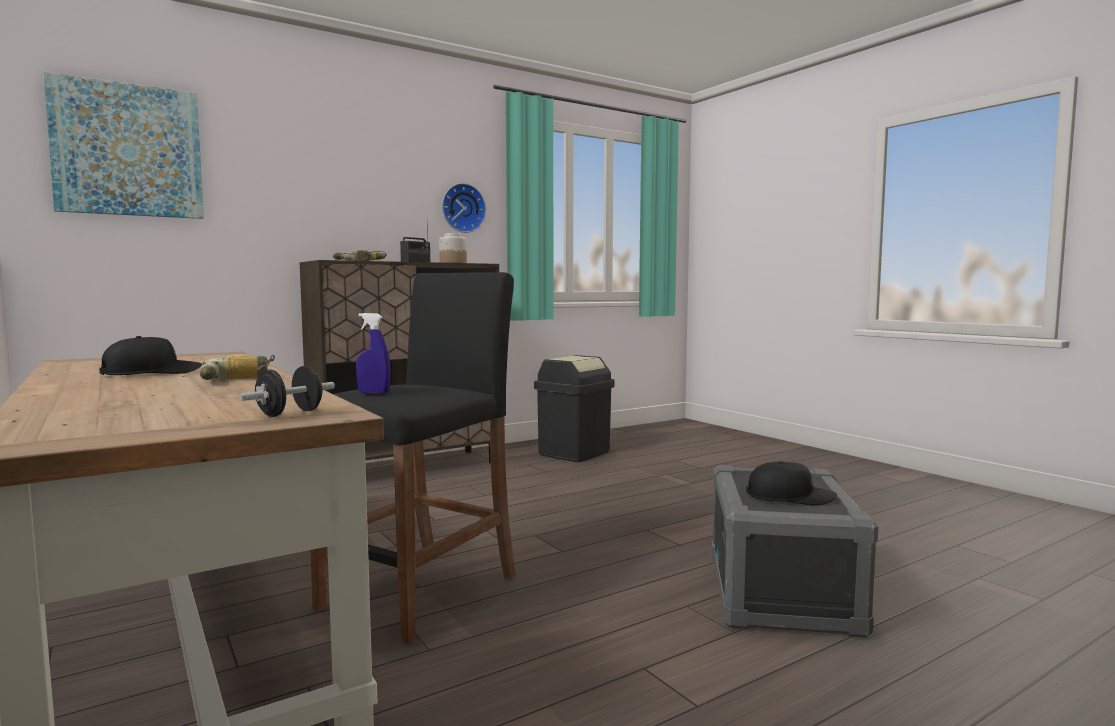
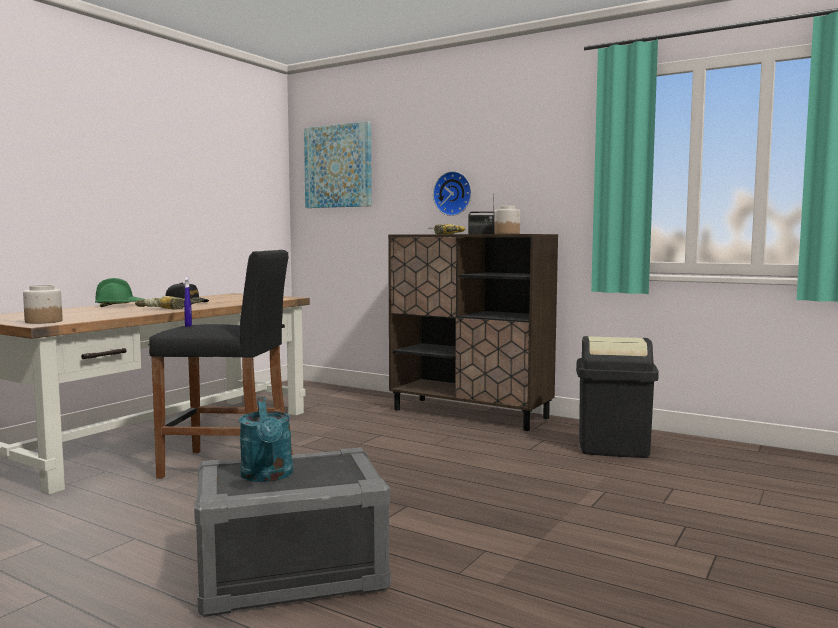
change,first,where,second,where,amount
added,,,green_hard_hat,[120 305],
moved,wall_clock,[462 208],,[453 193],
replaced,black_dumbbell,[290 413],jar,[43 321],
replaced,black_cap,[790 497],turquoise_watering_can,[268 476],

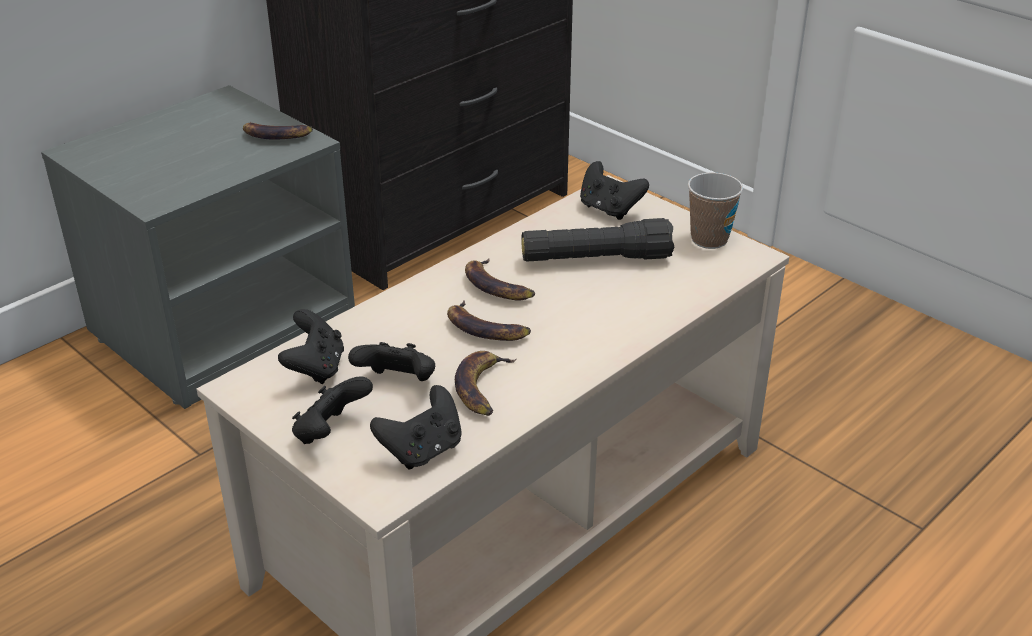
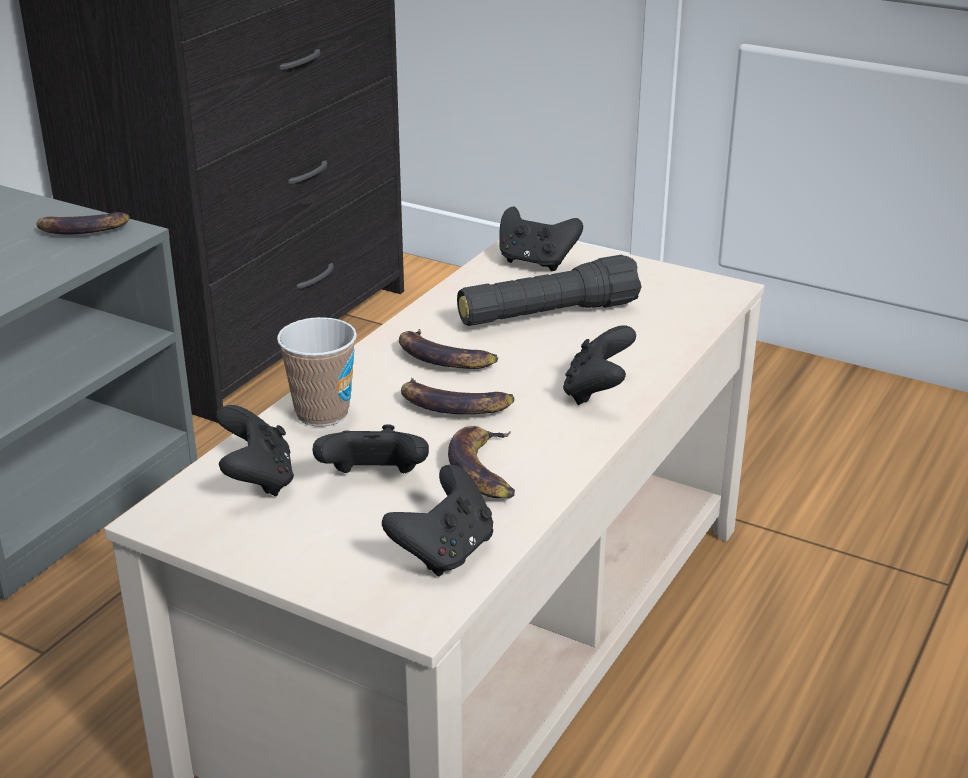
change,first,where,second,where,amount
moved,black_game_controller,[331 432],,[597 392],
moved,cup,[709 239],,[322 413],

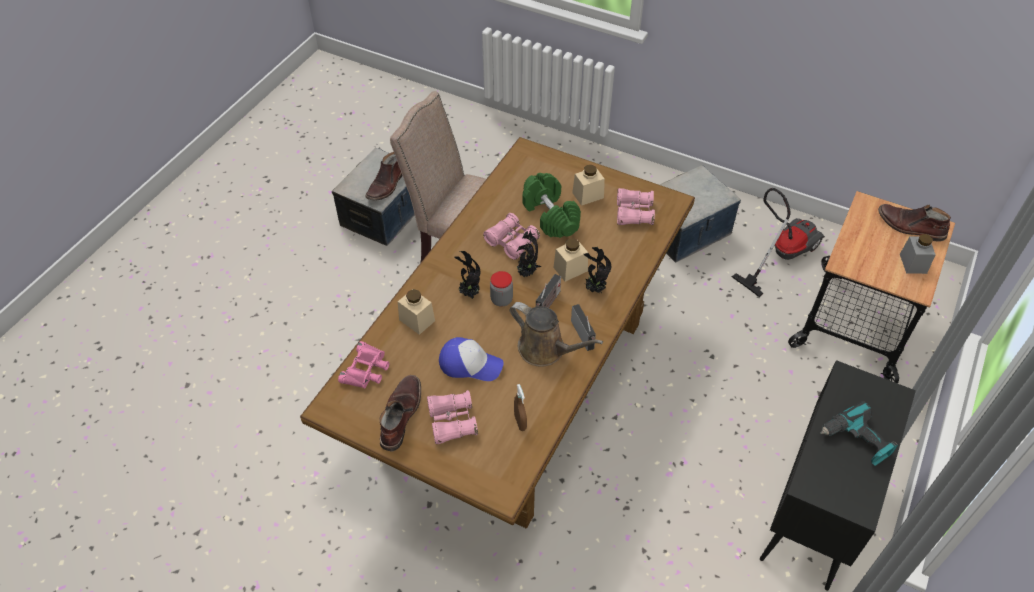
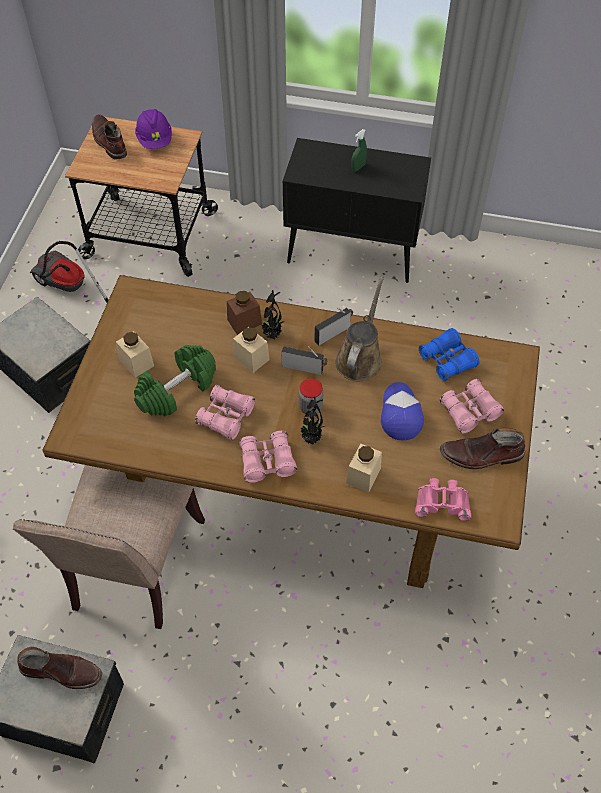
change,first,where,second,where,amount
removed,potted_plant,[526 273],,,
added,,,brown_jar,[244 321],
moved,pink_binoculars,[634 213],,[267 462],
replaced,brown_spray_bottle,[520 422],blue_binoculars,[447 360],
replaced,power_drill,[856 441],green_spray_bottle,[358 167],
replaced,grey_jar,[913 263],purple_hard_hat,[155 140],
turned,brown_boot,[910 227],,[108 141],135 degrees clockwise

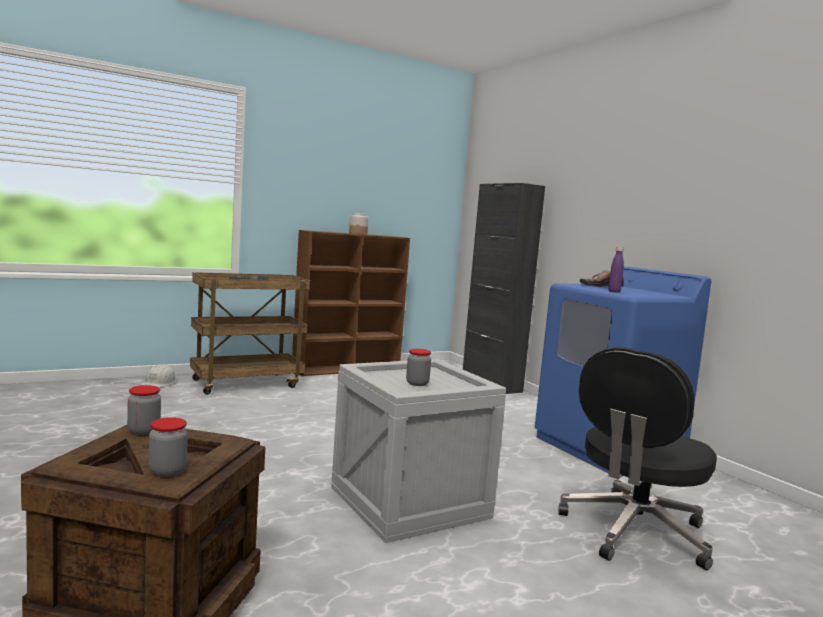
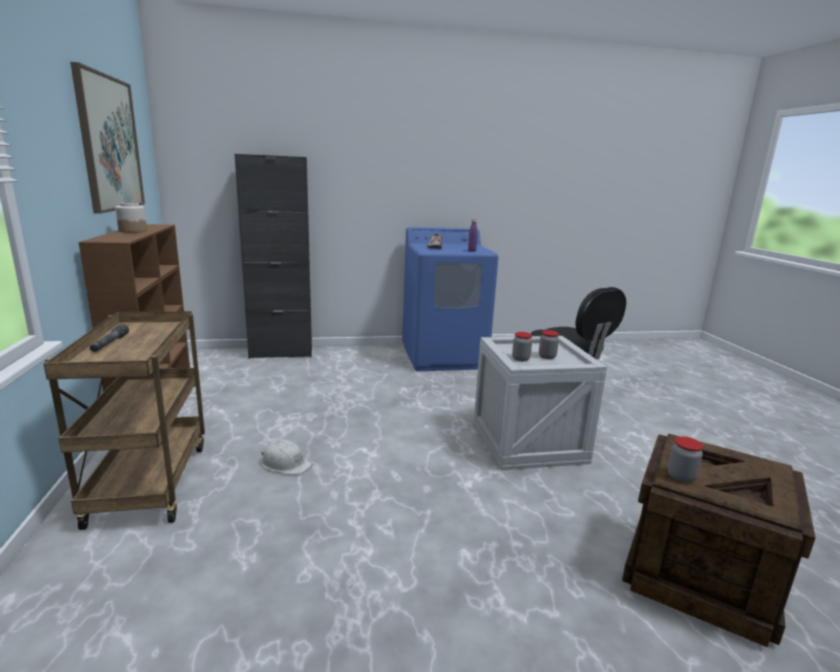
change,first,where,second,where,amount
added,,,picture,[110 143],
moved,white_hard_hat,[159 383],,[285 463],
moved,jar,[167 471],,[520 359],

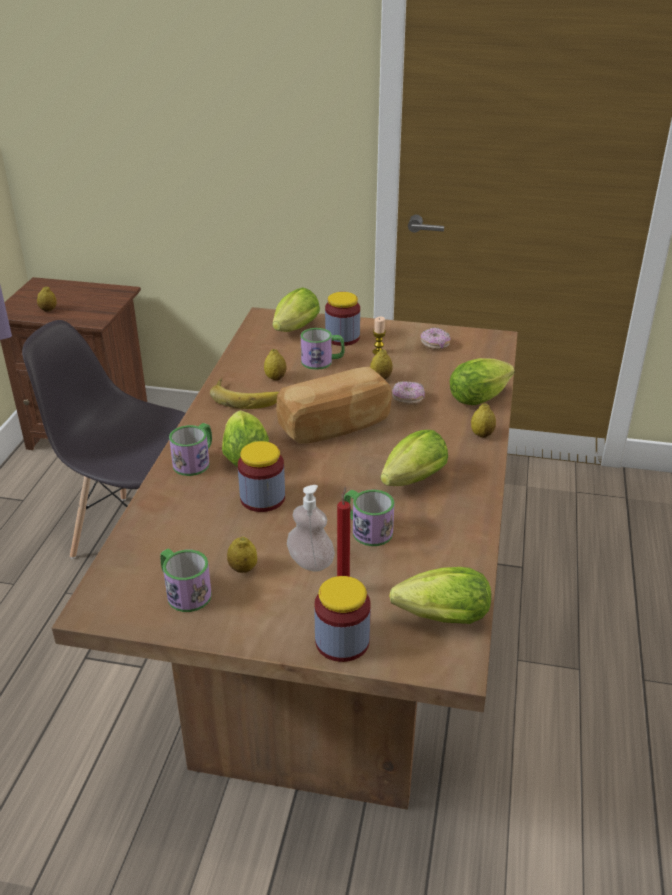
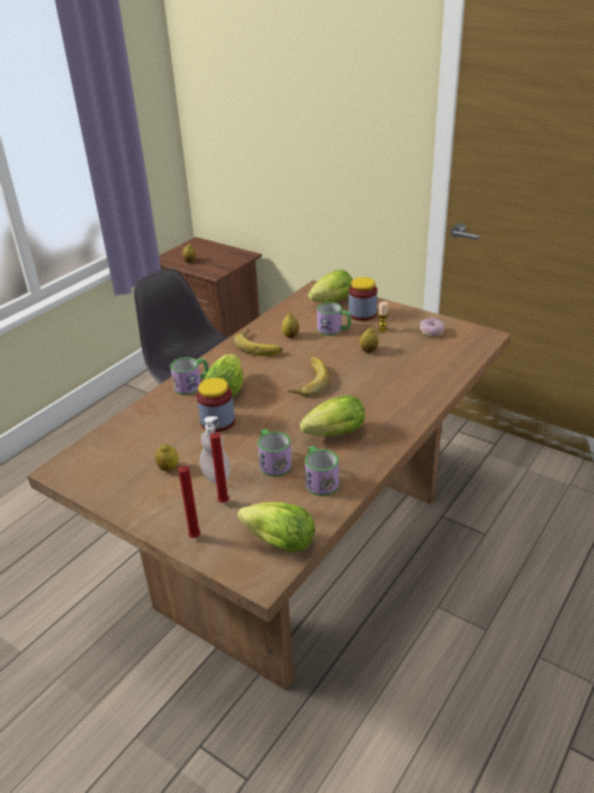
change,first,where,second,where,amount
removed,donut,[407 399],,,
removed,lettuce,[481 397],,,
removed,lemon,[482 434],,,
moved,mug,[184 592],,[319 480],
replaced,bread,[336 426],banana,[307 380],
replaced,jar,[342 642],red_candle,[196 538],

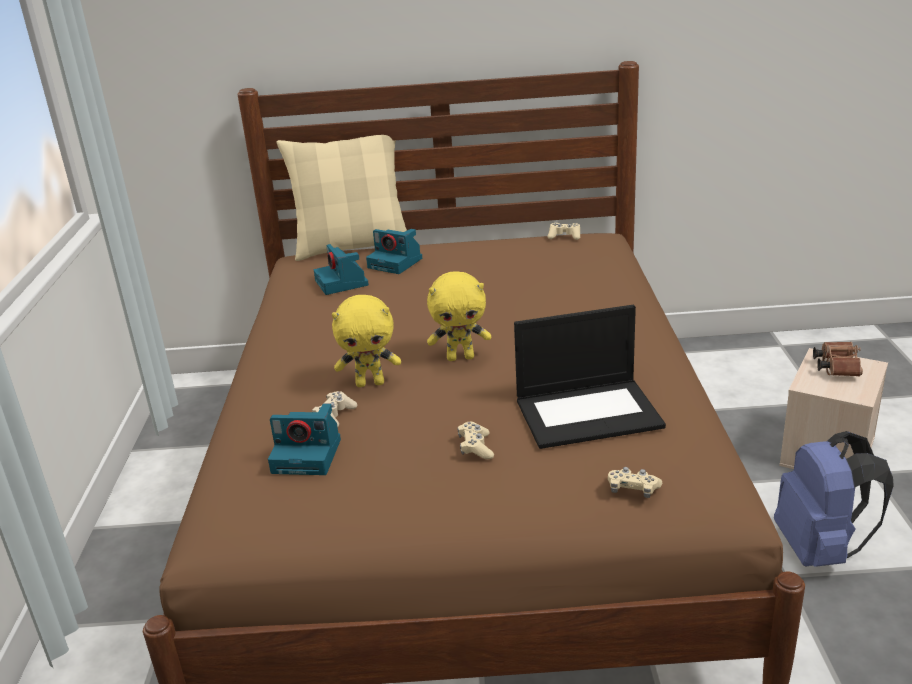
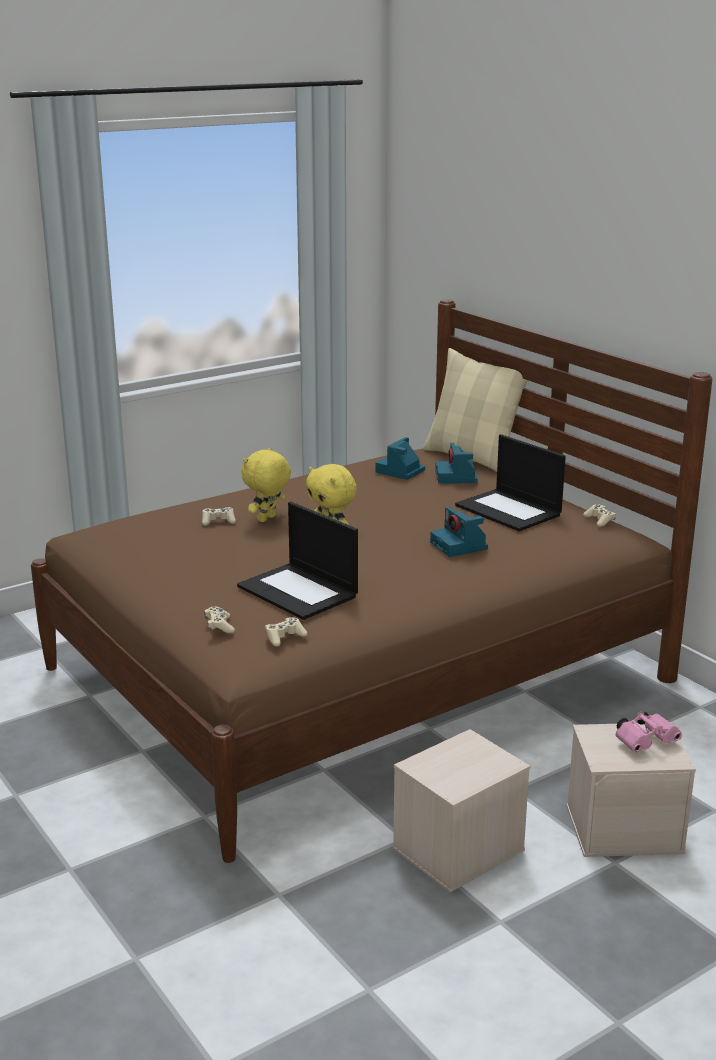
change,first,where,second,where,amount
added,,,laptop,[509 510],
moved,photo_camera,[308 455],,[460 546],
moved,beige_game_controller,[475 448],,[284 637],
replaced,blue_backpack,[820 549],beige_storage_box,[458 850],
recoloured,brown_binoculars,[836 367],pink_binoculars,[647 742],
turned,yellow_plush_toy,[370 383],,[267 519],75 degrees clockwise

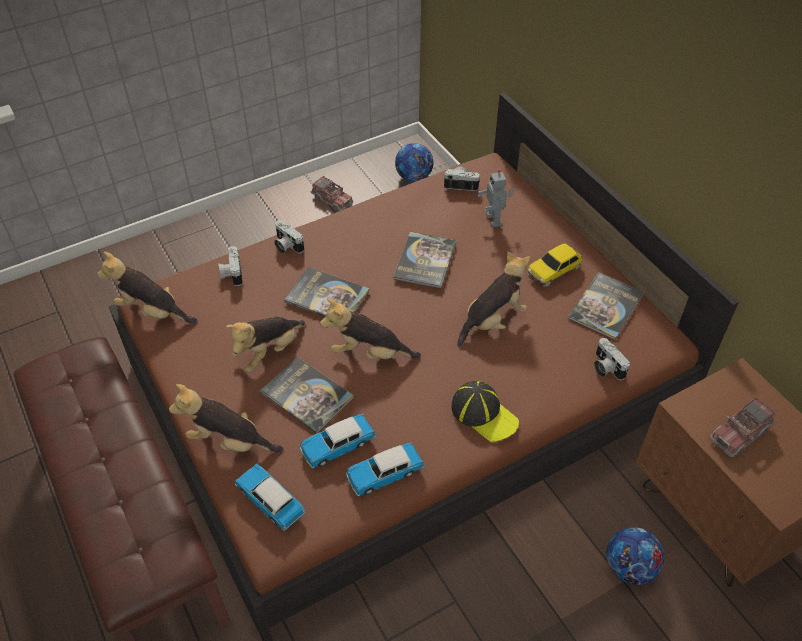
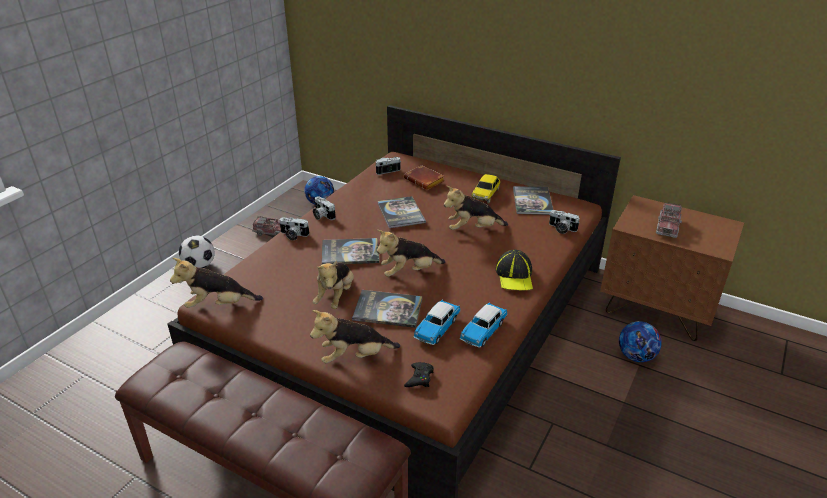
change,first,where,second,where,amount
added,,,football,[199 266],
moved,photo_camera,[231 273],,[322 215],
replaced,toy_car,[270 501],black_game_controller,[419 378],
replaced,toy_robot,[495 220],brown_book,[425 181],
turned,cap,[484 414],,[515 276],75 degrees clockwise
turned,plush_toy,[492 320],,[473 229],120 degrees counterclockwise

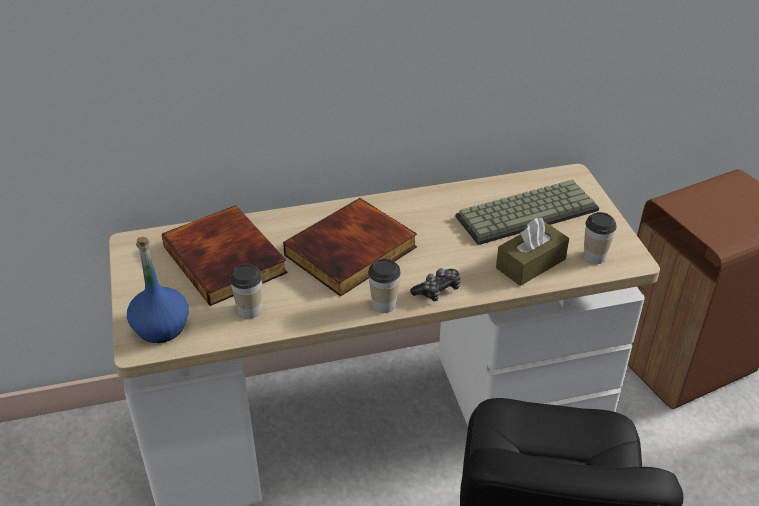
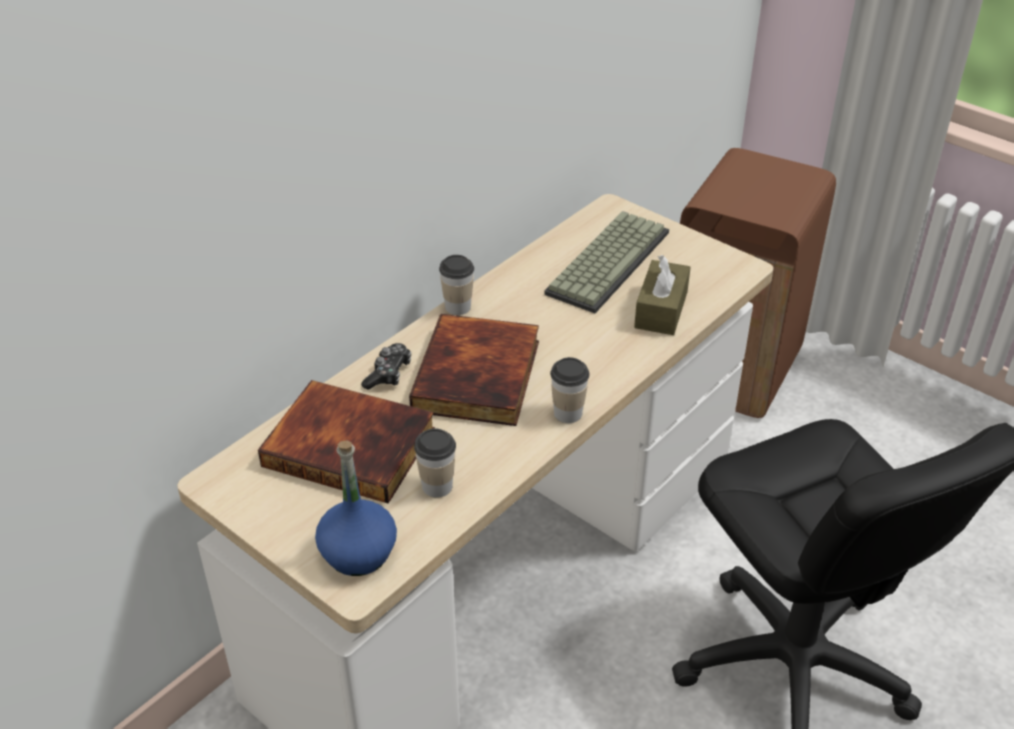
change,first,where,second,where,amount
moved,game_controller,[437 290],,[388 374],
moved,cup,[594 256],,[458 307],

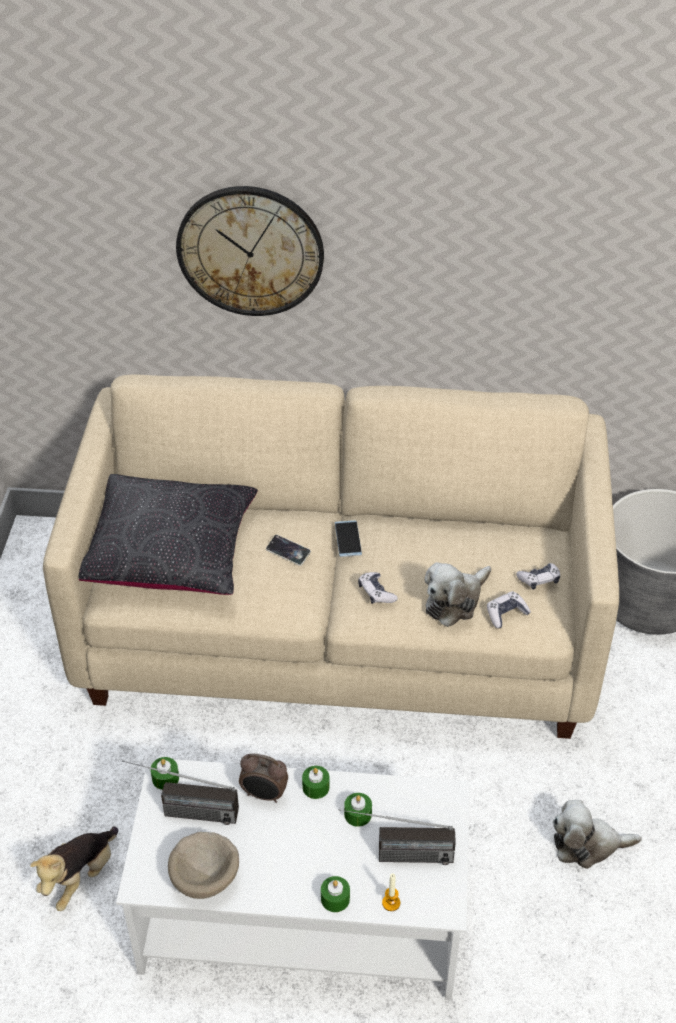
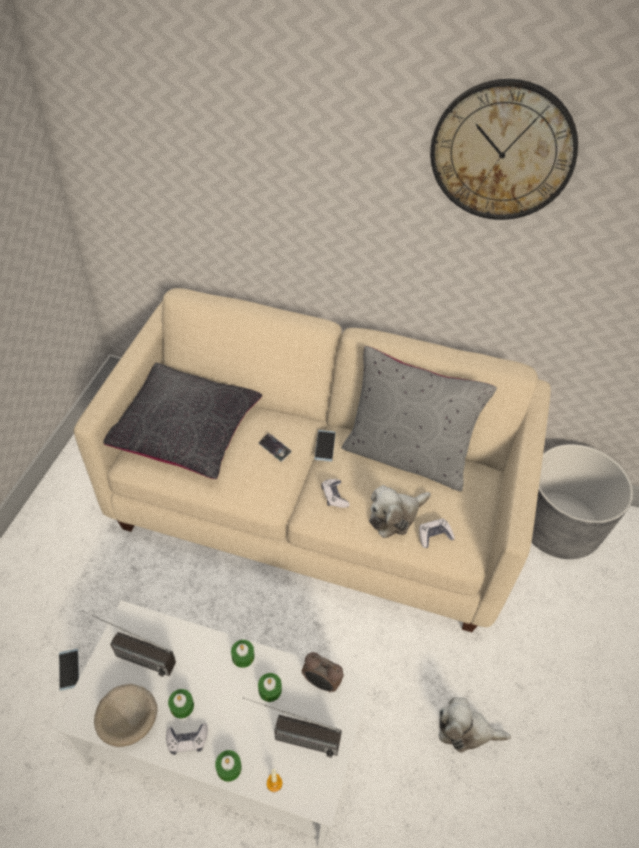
change,first,where,second,where,amount
added,,,grey_pillow,[406 455],
moved,green_candle,[165 778],,[182 706],
moved,wall_clock,[250 251],,[502 152],
moved,alarm_clock,[264 795],,[321 682],
moved,game_controller,[539 580],,[187 740],
replaced,plush_toy,[80 877],phone,[69 669],

